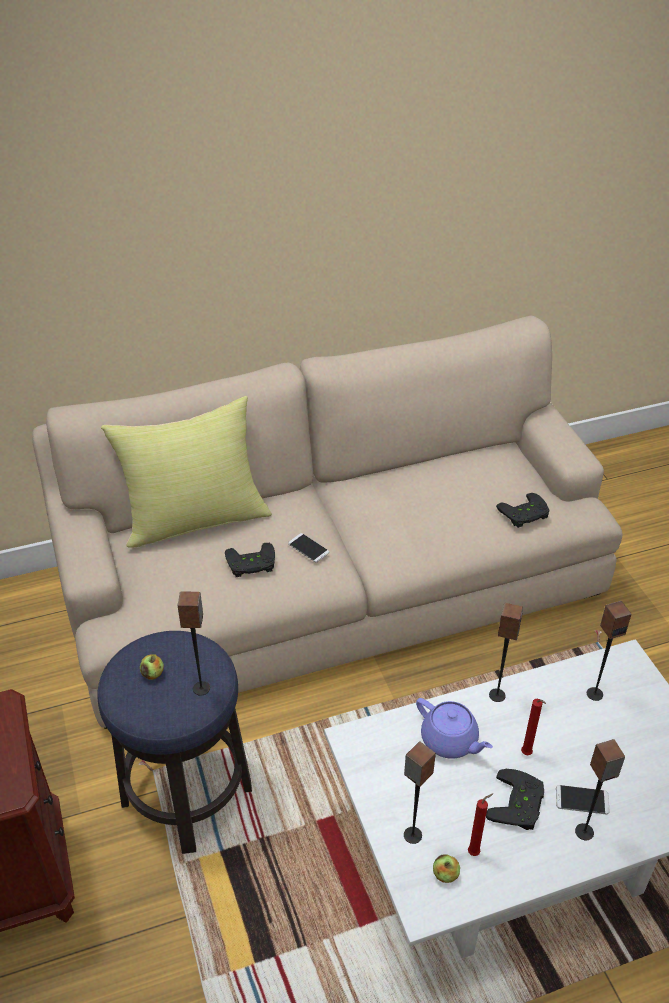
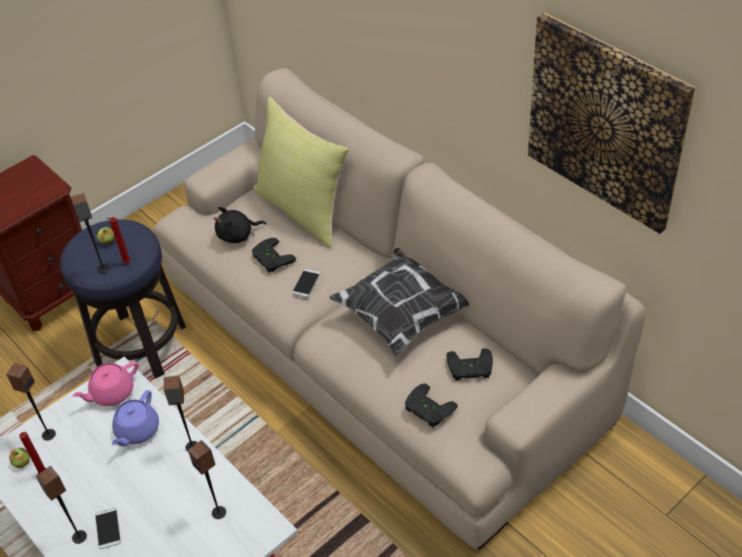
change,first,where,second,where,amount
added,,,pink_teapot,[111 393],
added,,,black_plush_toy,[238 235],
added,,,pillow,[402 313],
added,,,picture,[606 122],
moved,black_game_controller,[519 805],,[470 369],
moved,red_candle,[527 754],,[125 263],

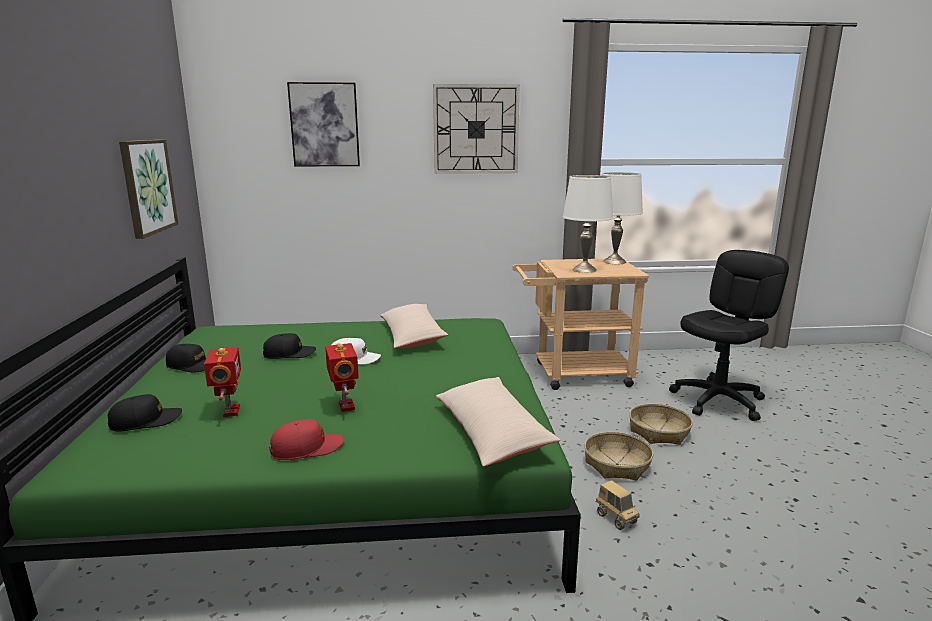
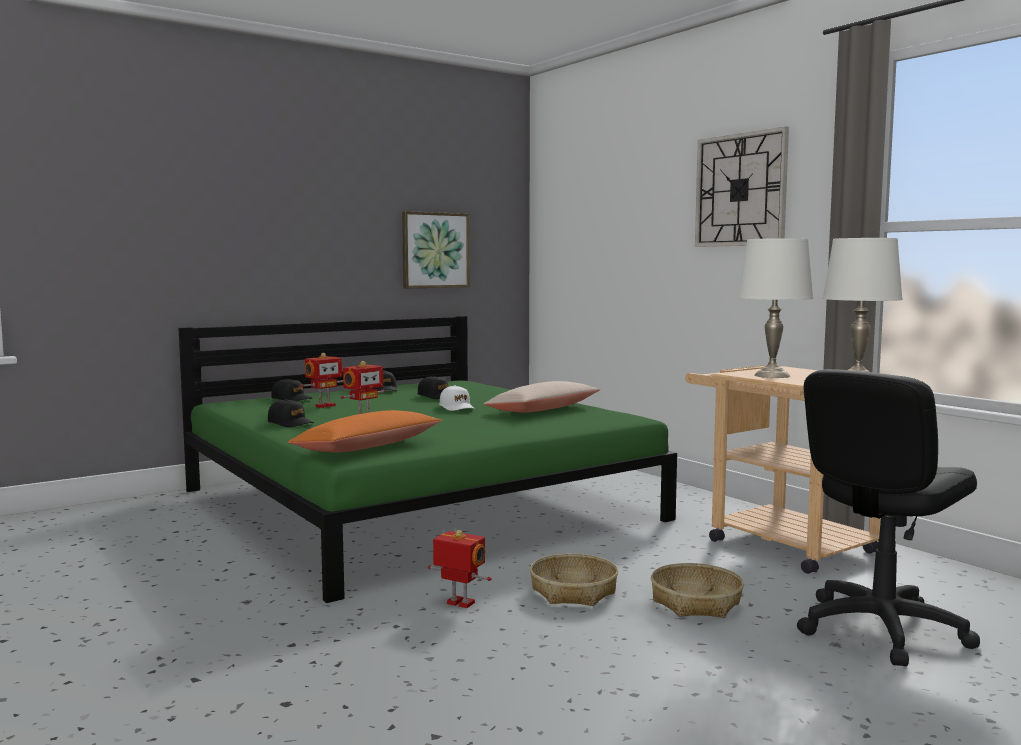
change,first,where,second,where,amount
removed,picture,[324 125],,,
replaced,toy_truck,[616 518],toy_robot,[459 604],
recoloured,red_cap,[307 448],black_cap,[290 423],
recoloured,beige_pillow,[491 432],orange_pillow,[367 447],
turned,black_office_chair,[718 401],,[880 629],120 degrees clockwise

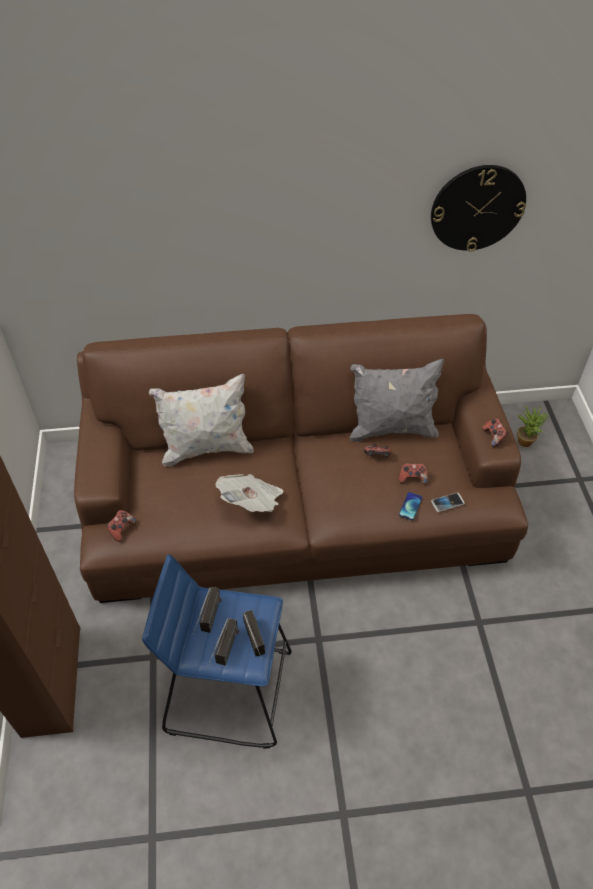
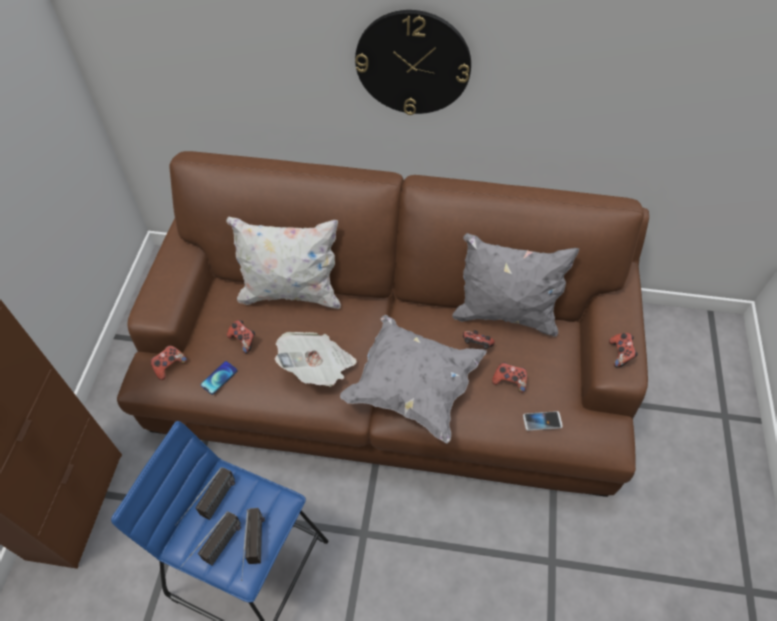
change,first,where,second,where,amount
removed,potted_plant,[526 439],,,
added,,,game_controller,[243 340],
added,,,grey_pillow,[413 387],
moved,phone,[410 506],,[219 378],
moved,wall_clock,[477 208],,[413 63],

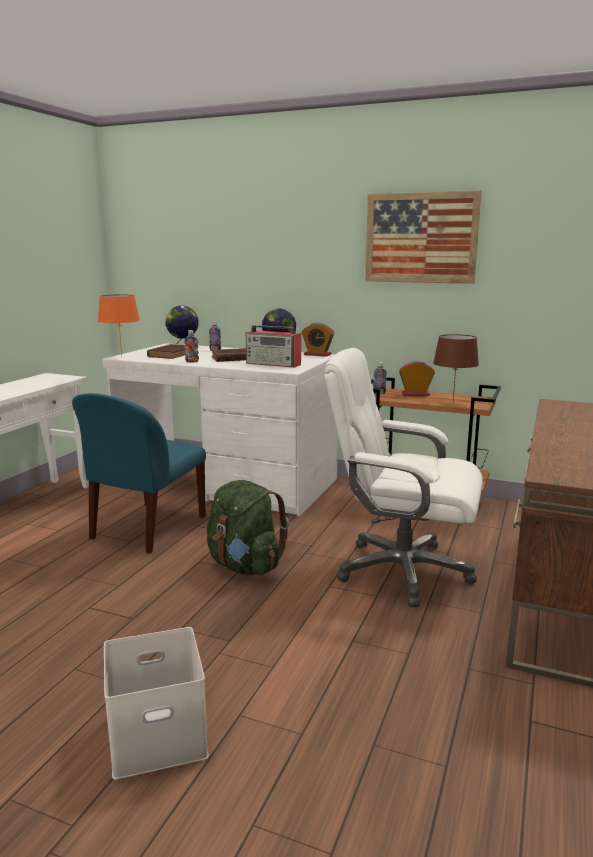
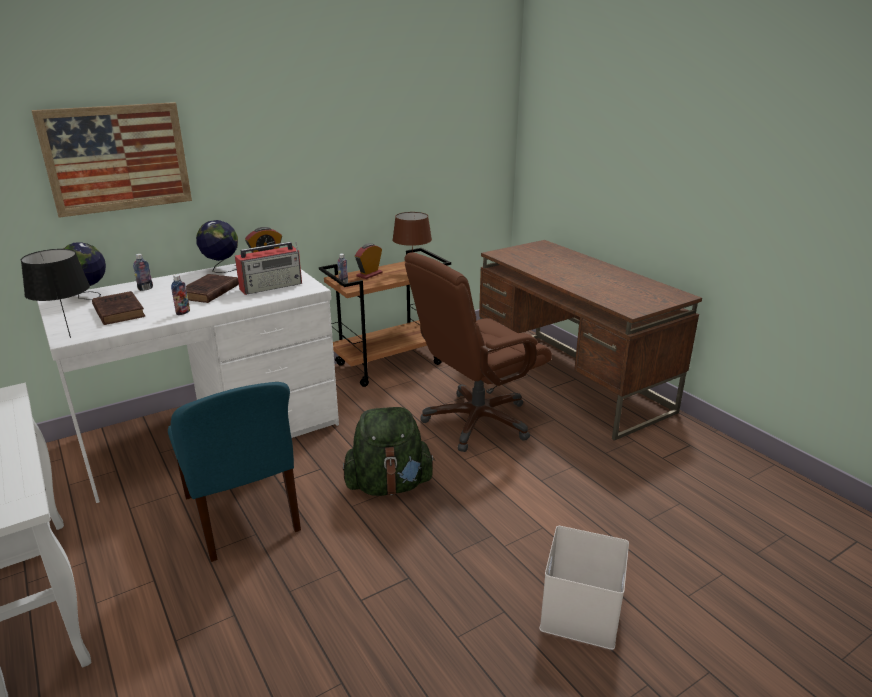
change,first,where,second,where,amount
moved,picture,[421 238],,[117 158],
recoloured,orange_table_lamp,[121 357],black_table_lamp,[69 337],
recoloured,white_office_chair,[401 571],brown_office_chair,[476 422],

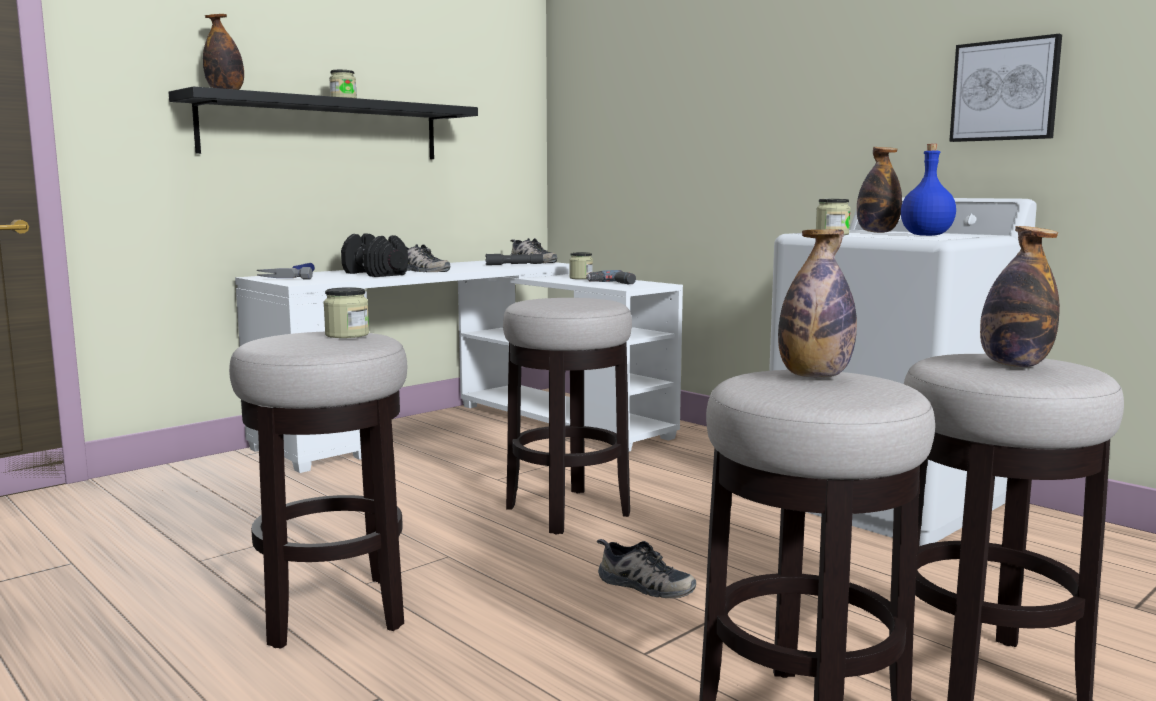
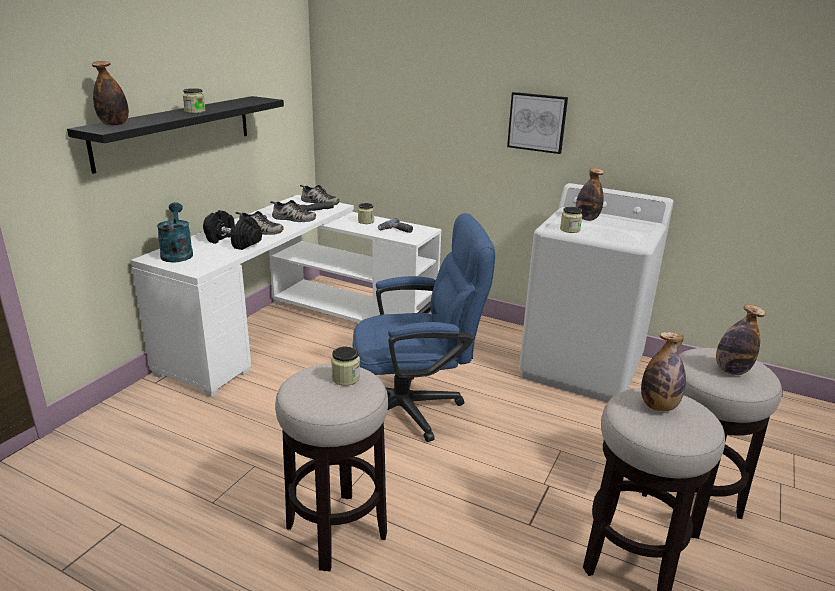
change,first,where,second,where,amount
removed,blue_bottle,[925 235],,,
moved,shoe,[643 585],,[293 219],
moved,picture,[1005 90],,[537 122],
replaced,hammer,[294 276],turquoise_watering_can,[177 253],
replaced,stool,[568 511],blue_office_chair,[414 408],

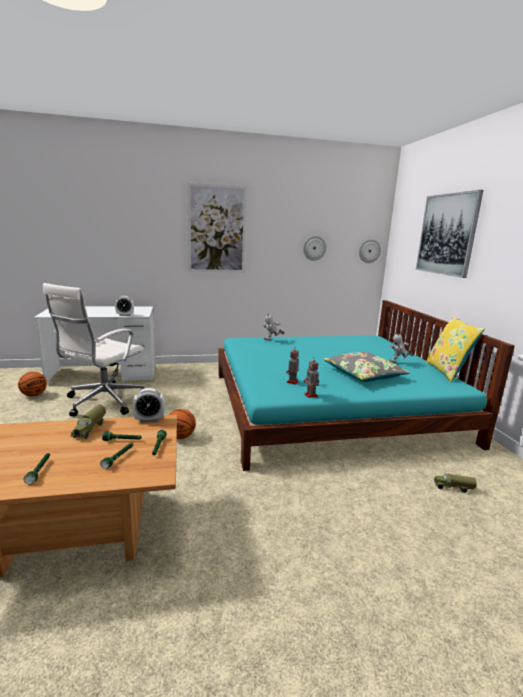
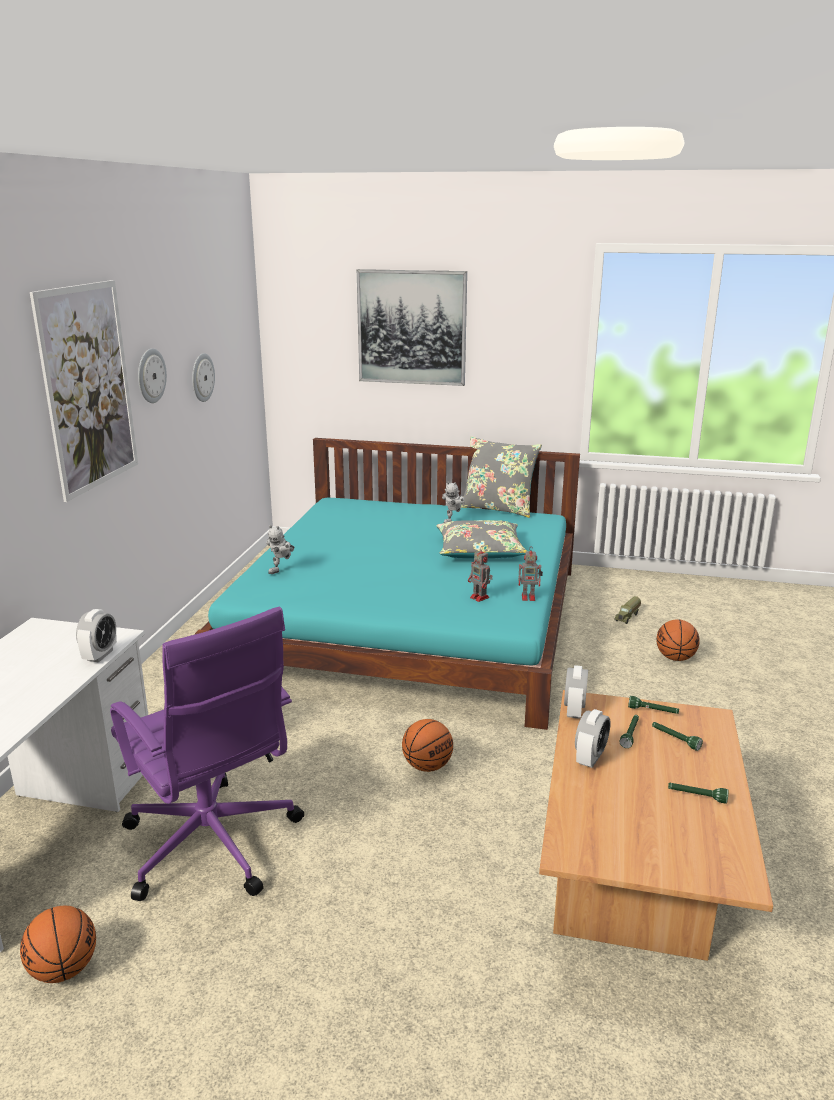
change,first,where,second,where,amount
added,,,basketball,[675 658],
moved,wall_clock,[369 251],,[150 375],
replaced,toy_truck,[90 429],alarm_clock,[590 758],
recoloured,white_office_chair,[103 402],purple_office_chair,[212 846],
recoloured,yellow_pillow,[447 372],grey_pillow,[498 508],

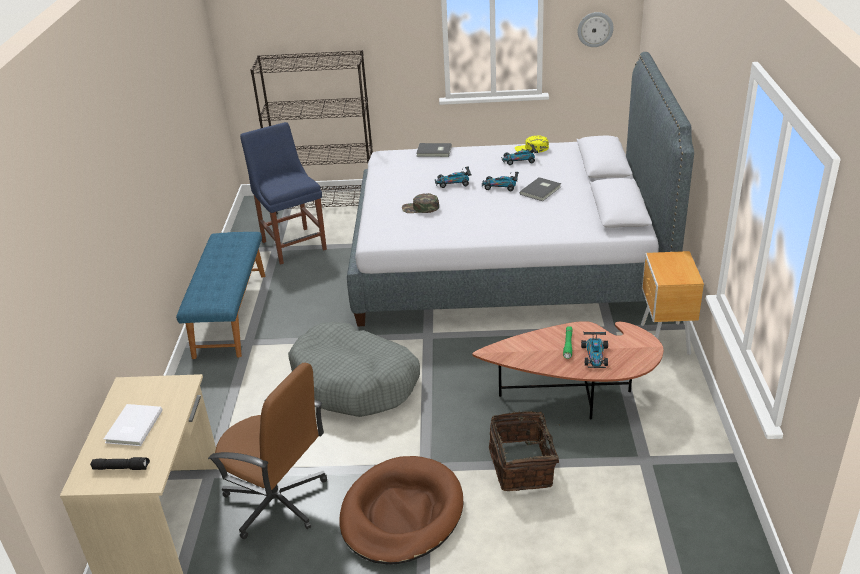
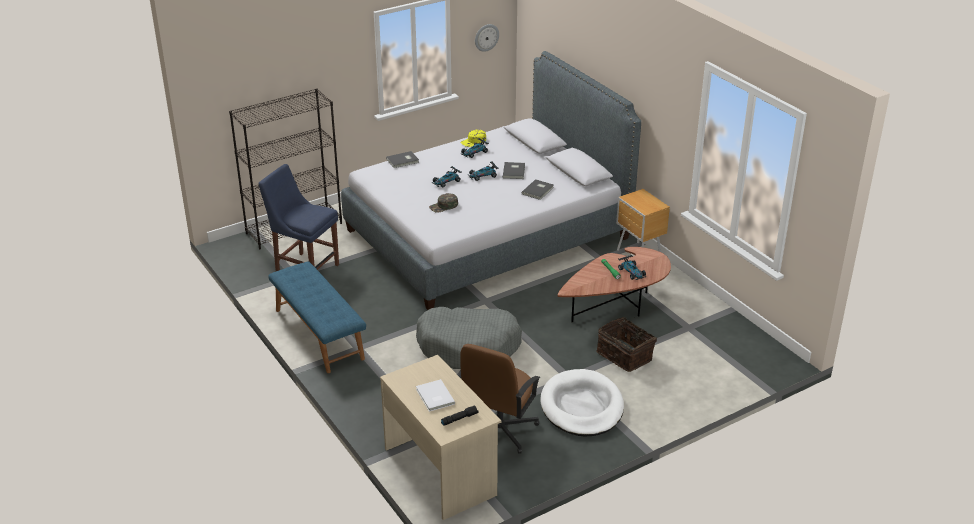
change,first,where,second,where,amount
added,,,grey_book,[538 190],
recoloured,brown_dog_bed,[401 513],white_dog_bed,[582 407],
turned,brown_office_chair,[277 501],,[498 431],120 degrees clockwise

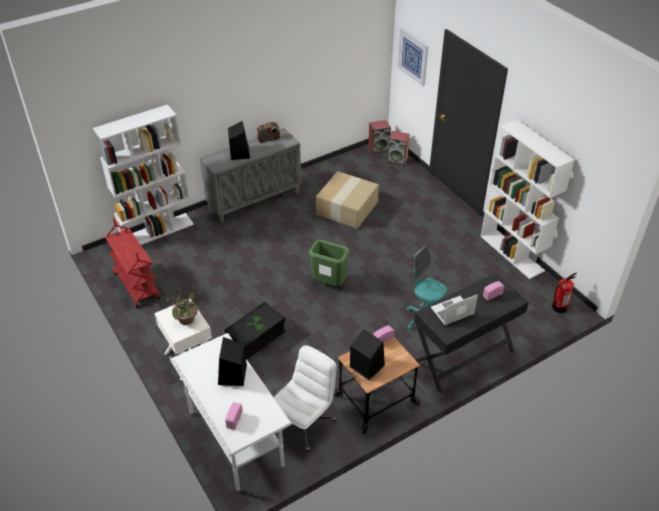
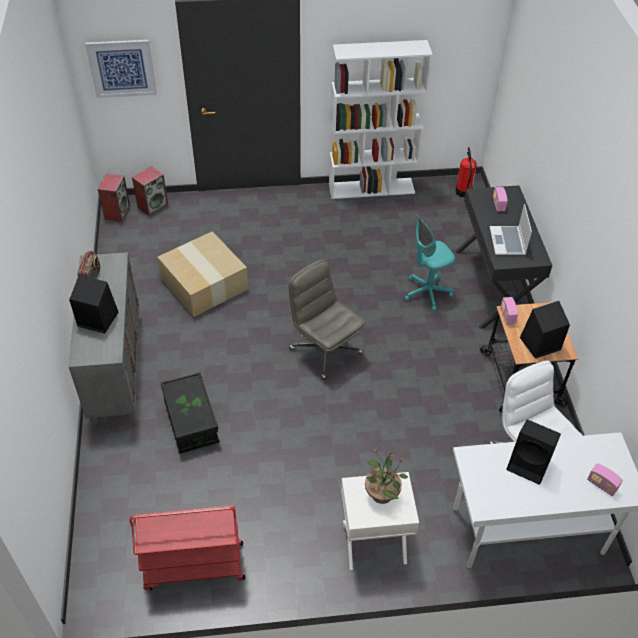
change,first,where,second,where,amount
removed,white_bookcase,[157 231],,,
moved,black_storage_box,[256 338],,[191 421],
replaced,green_trash_can,[329 283],grey_office_chair,[325 350],

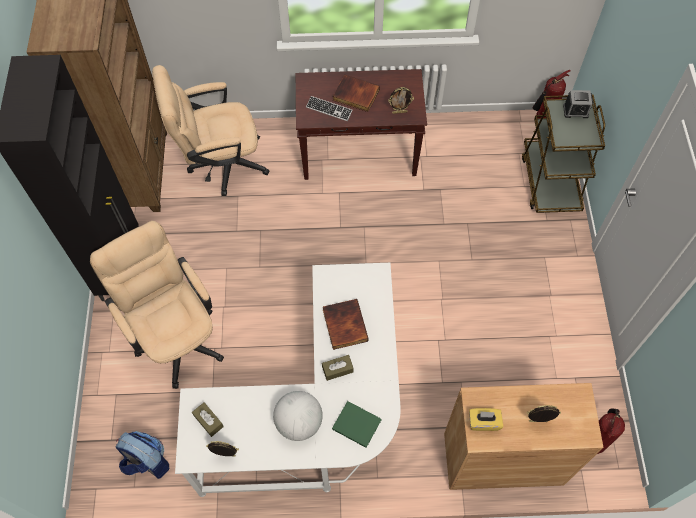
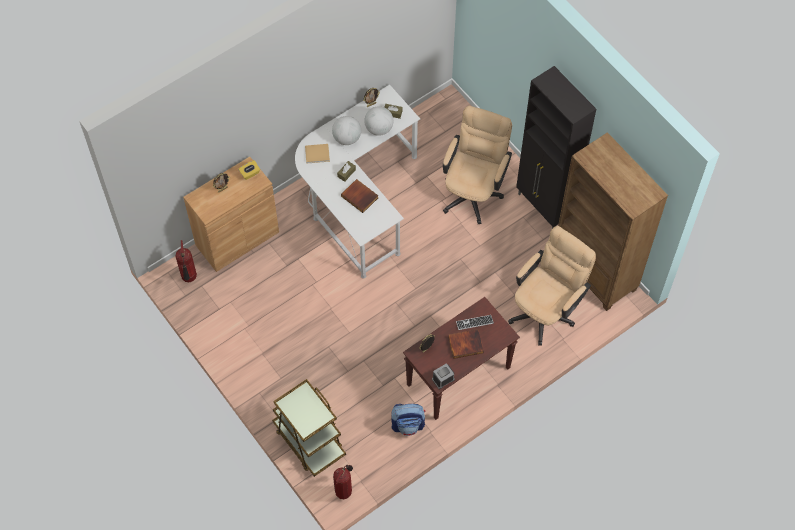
change,first,where,second,where,amount
added,,,globe,[379 129],
moved,backpack,[147 462],,[408 424],
moved,alarm_clock,[575 111],,[443 379],
recoloured,green_book,[355 424],beige_book,[318 154],
turned,beige_office_chair,[176 335],,[474 190],90 degrees counterclockwise

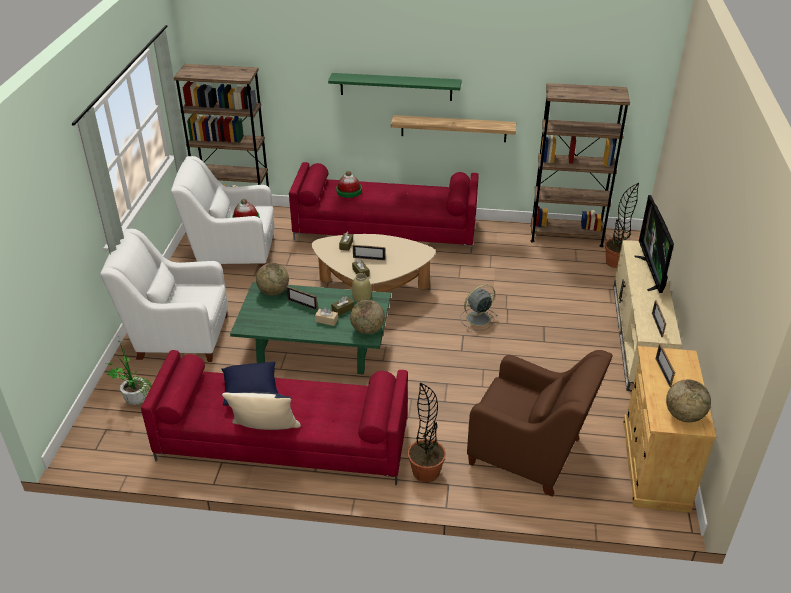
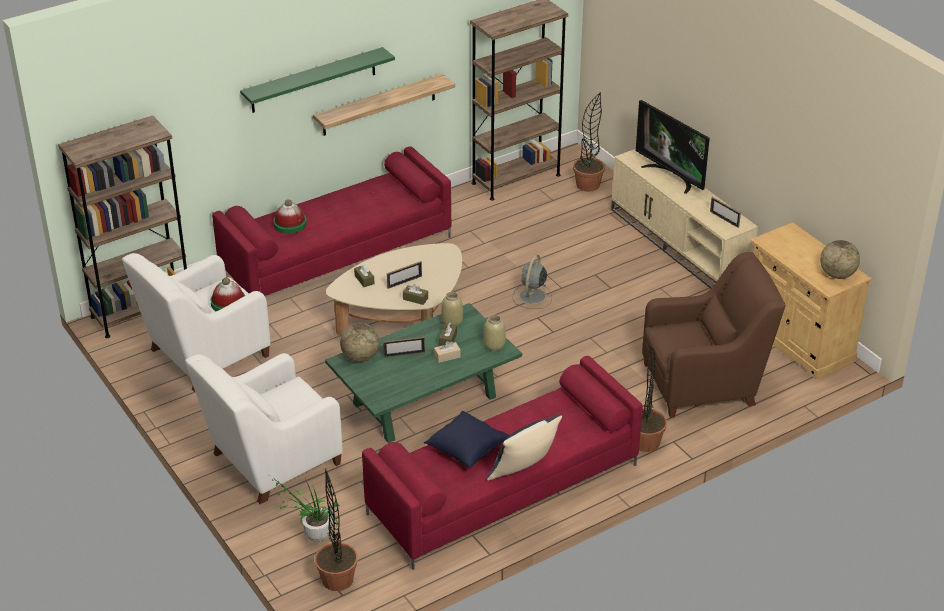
change,first,where,second,where,amount
removed,picture_frame,[663 372],,,
added,,,potted_plant,[337 579],
replaced,globe,[367 330],beige_vase,[494 345],

